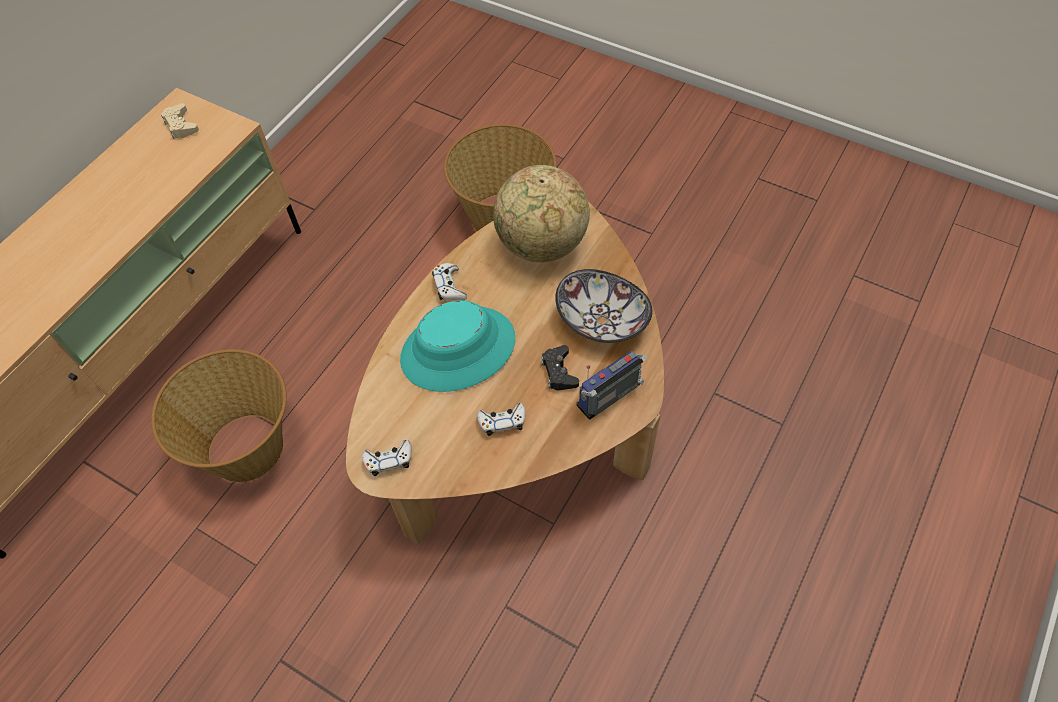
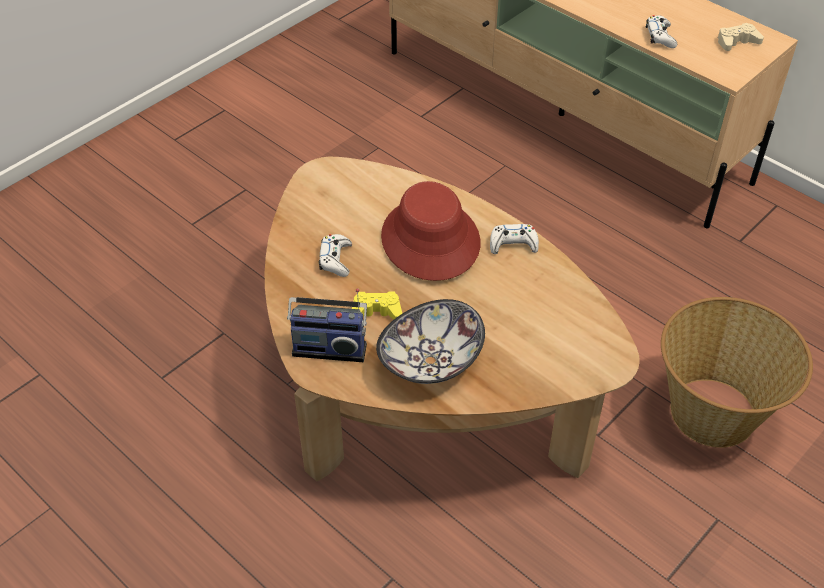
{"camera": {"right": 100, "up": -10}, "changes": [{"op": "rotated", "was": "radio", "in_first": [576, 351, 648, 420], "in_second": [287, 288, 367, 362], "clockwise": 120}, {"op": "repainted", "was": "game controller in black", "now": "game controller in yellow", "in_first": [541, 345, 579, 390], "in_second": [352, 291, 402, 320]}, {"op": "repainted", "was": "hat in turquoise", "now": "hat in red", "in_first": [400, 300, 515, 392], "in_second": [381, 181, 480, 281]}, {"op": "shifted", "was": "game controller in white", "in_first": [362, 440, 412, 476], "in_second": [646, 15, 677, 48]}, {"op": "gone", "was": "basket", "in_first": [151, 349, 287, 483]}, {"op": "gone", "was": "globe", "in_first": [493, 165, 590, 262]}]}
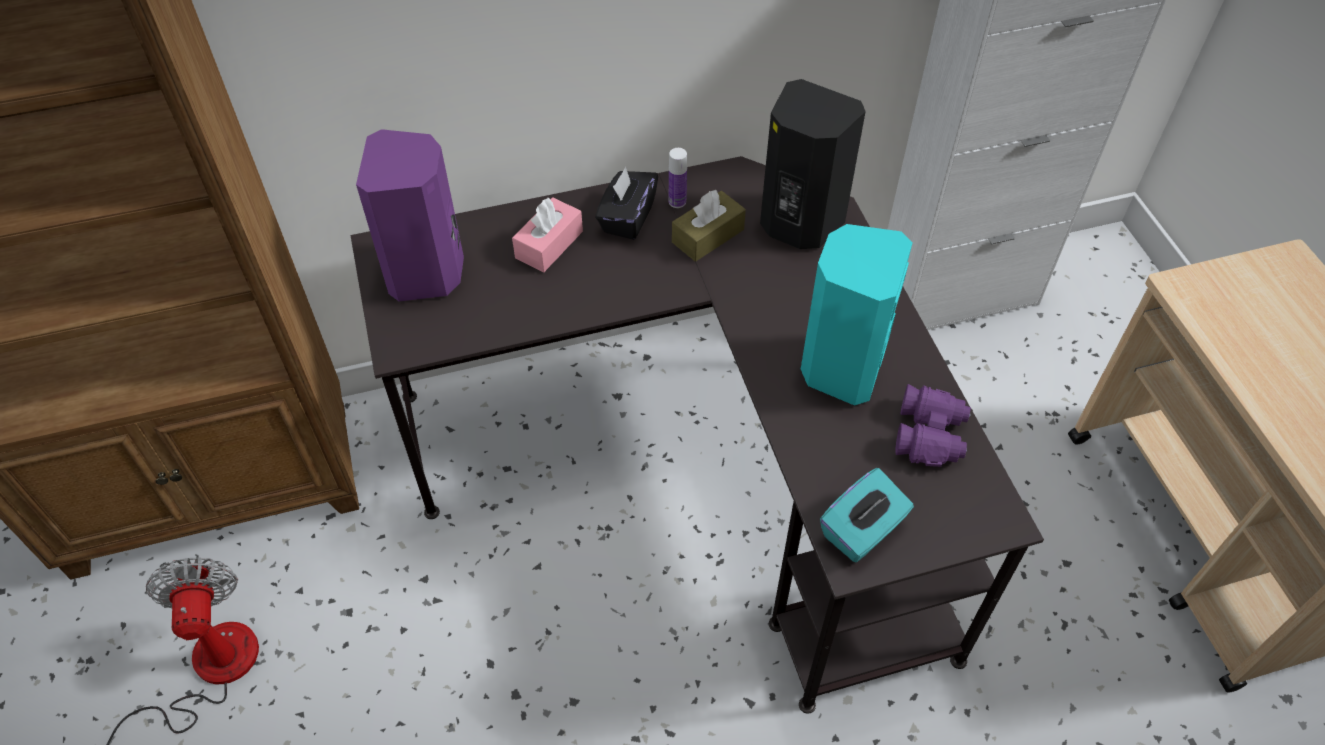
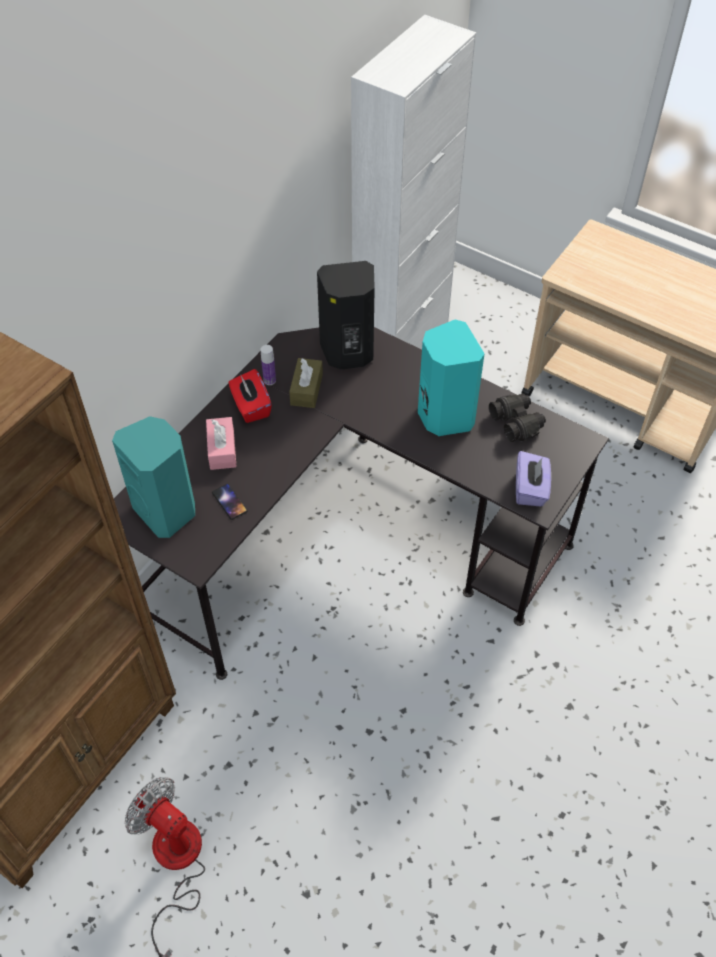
{"camera": {"right": -40, "up": 0}, "changes": [{"op": "repainted", "was": "speaker in purple", "now": "speaker in turquoise", "in_first": [356, 129, 464, 301], "in_second": [112, 416, 195, 538]}, {"op": "new", "now": "phone", "in_second": [212, 484, 248, 520]}, {"op": "repainted", "was": "tissue box in black", "now": "tissue box in red", "in_first": [595, 167, 658, 240], "in_second": [229, 369, 272, 423]}, {"op": "repainted", "was": "binoculars in purple", "now": "binoculars in black", "in_first": [895, 384, 971, 467], "in_second": [489, 393, 546, 442]}, {"op": "repainted", "was": "tissue box in turquoise", "now": "tissue box in purple", "in_first": [820, 468, 914, 563], "in_second": [516, 451, 551, 507]}]}
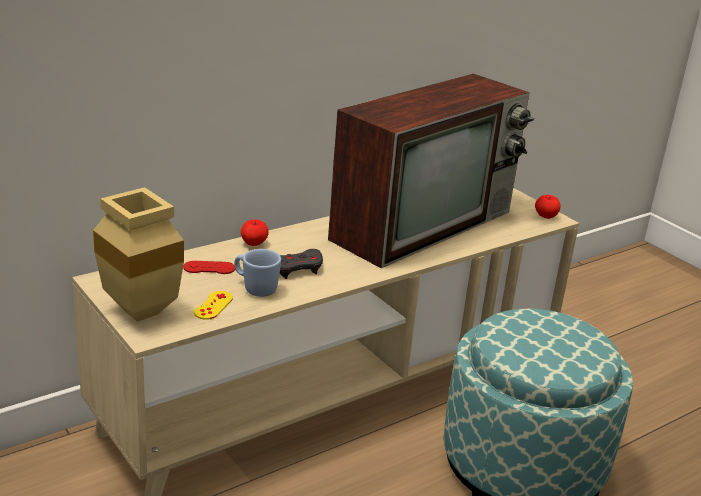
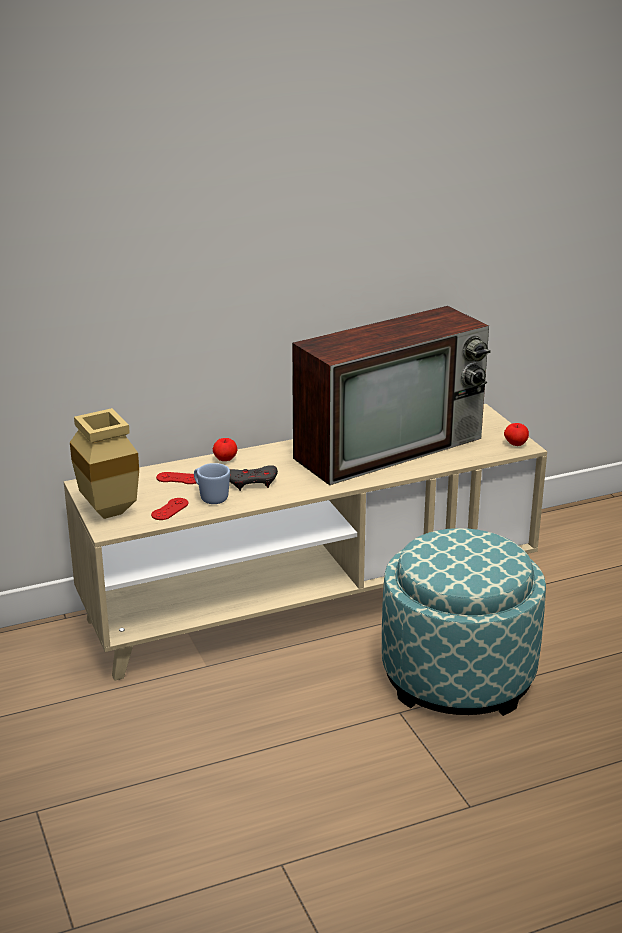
{"camera": {"right": 15, "up": 0}, "changes": [{"op": "repainted", "was": "game controller in yellow", "now": "game controller in red", "in_first": [194, 291, 233, 320], "in_second": [151, 498, 189, 520]}]}
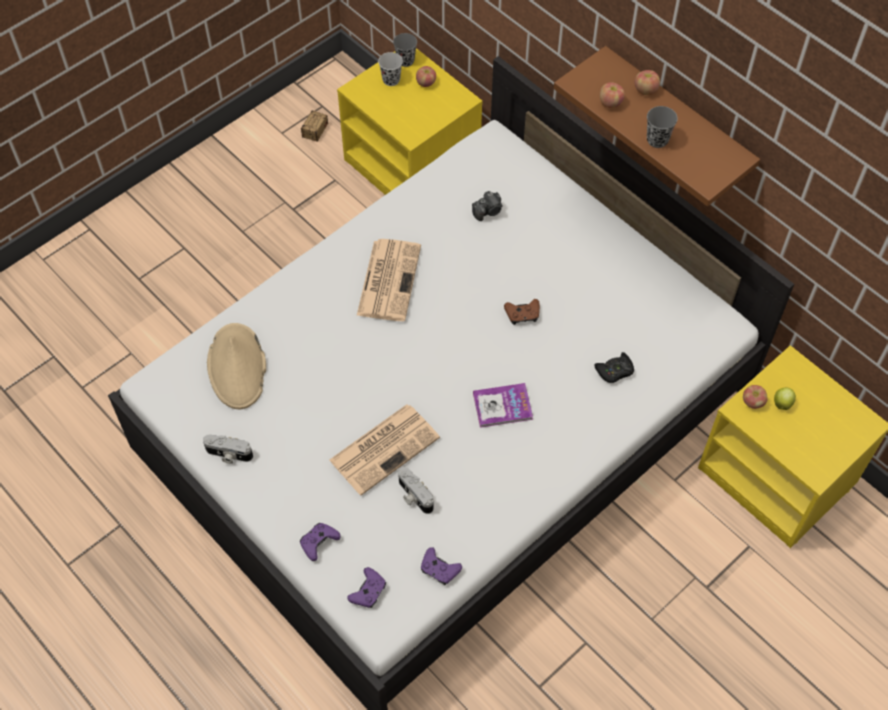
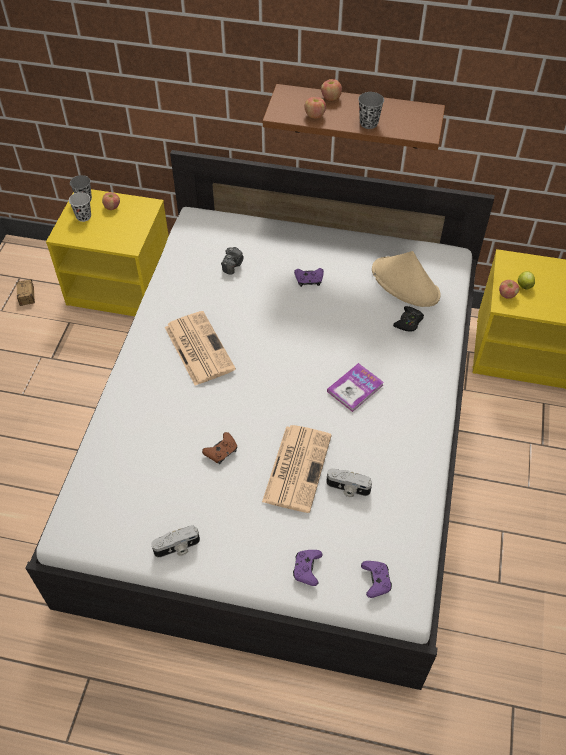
{"camera": {"right": -35, "up": -5}, "changes": [{"op": "shifted", "was": "game controller in brown", "in_first": [504, 299, 540, 325], "in_second": [202, 432, 238, 464]}, {"op": "shifted", "was": "game controller in purple", "in_first": [421, 547, 462, 585], "in_second": [294, 268, 324, 287]}, {"op": "shifted", "was": "hat in beige", "in_first": [207, 323, 266, 409], "in_second": [372, 251, 440, 307]}]}
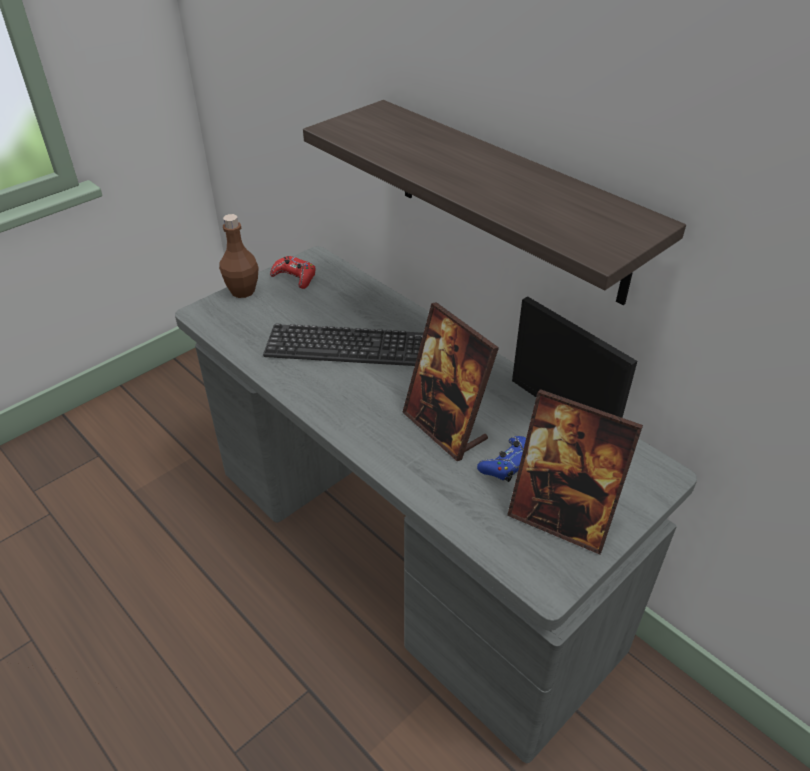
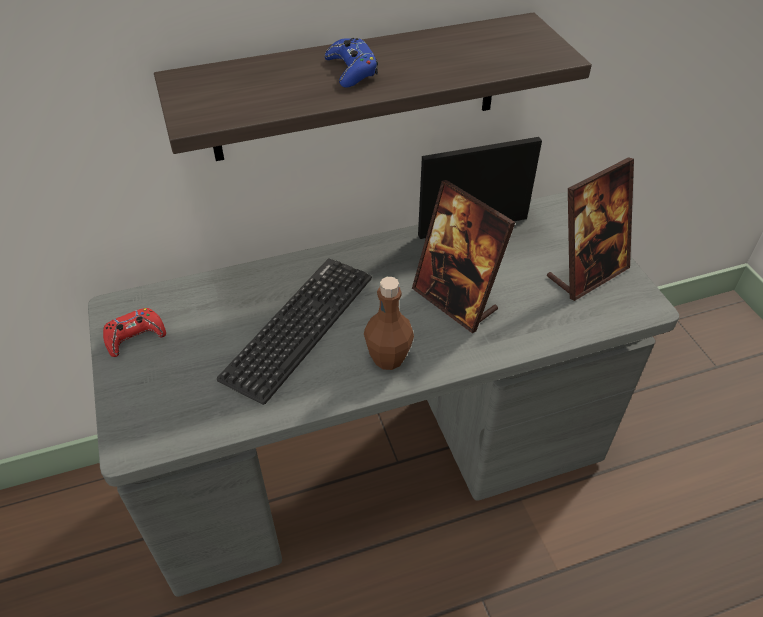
{"camera": {"right": -65, "up": 5}, "changes": [{"op": "shifted", "was": "game controller in blue", "in_first": [477, 436, 526, 482], "in_second": [325, 38, 378, 88]}, {"op": "shifted", "was": "bottle in brown", "in_first": [219, 214, 259, 298], "in_second": [364, 277, 414, 370]}, {"op": "rotated", "was": "picture frame", "in_first": [402, 302, 499, 461], "in_second": [412, 180, 515, 333], "clockwise": 60}]}
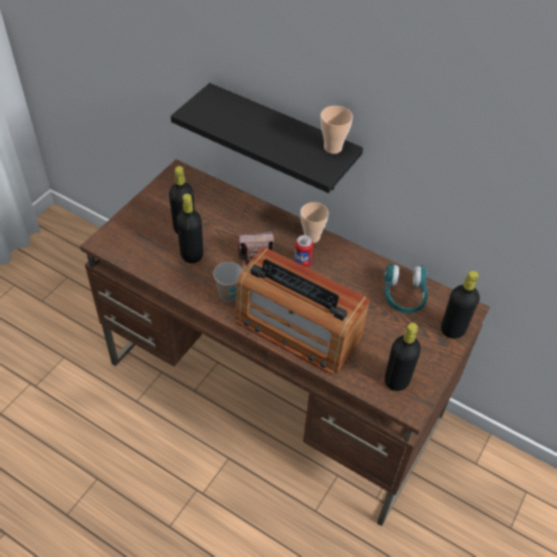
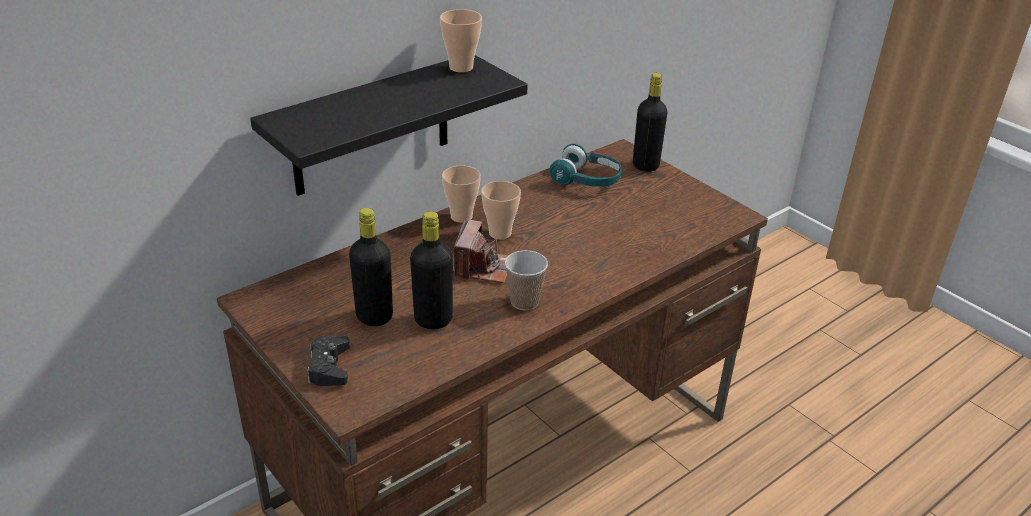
{"camera": {"right": -70, "up": -15}, "changes": [{"op": "new", "now": "game controller in black", "in_second": [307, 336, 350, 386]}, {"op": "swapped", "was": "can", "now": "cup", "in_first": [294, 235, 313, 267], "in_second": [481, 181, 521, 240]}, {"op": "gone", "was": "radio", "in_first": [236, 247, 370, 375]}, {"op": "gone", "was": "bottle in black", "in_first": [385, 323, 421, 391]}]}
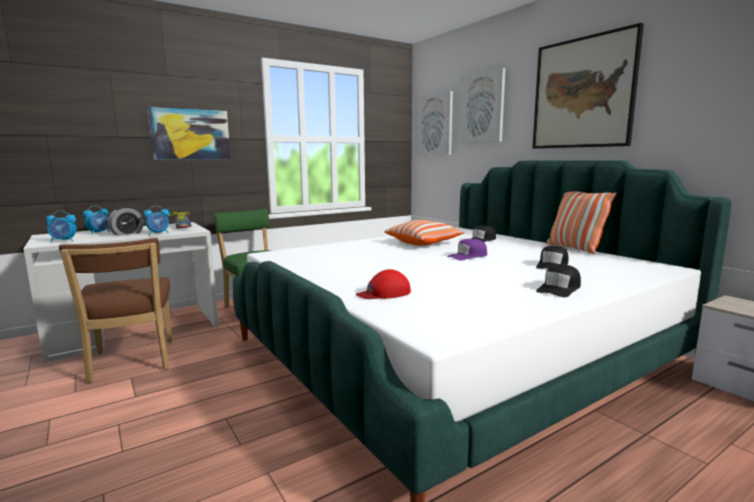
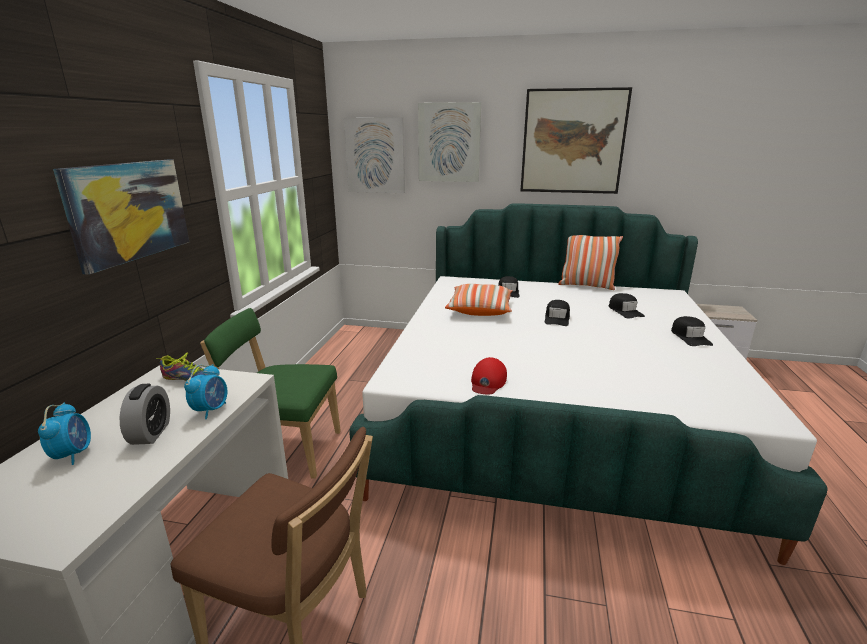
{"camera": {"right": -45, "up": 10}, "changes": [{"op": "shifted", "was": "cap in red", "in_first": [356, 269, 411, 299], "in_second": [471, 357, 507, 395]}, {"op": "repainted", "was": "cap in purple", "now": "cap in black", "in_first": [447, 239, 487, 261], "in_second": [545, 300, 570, 326]}, {"op": "gone", "was": "alarm clock", "in_first": [46, 210, 77, 242]}]}
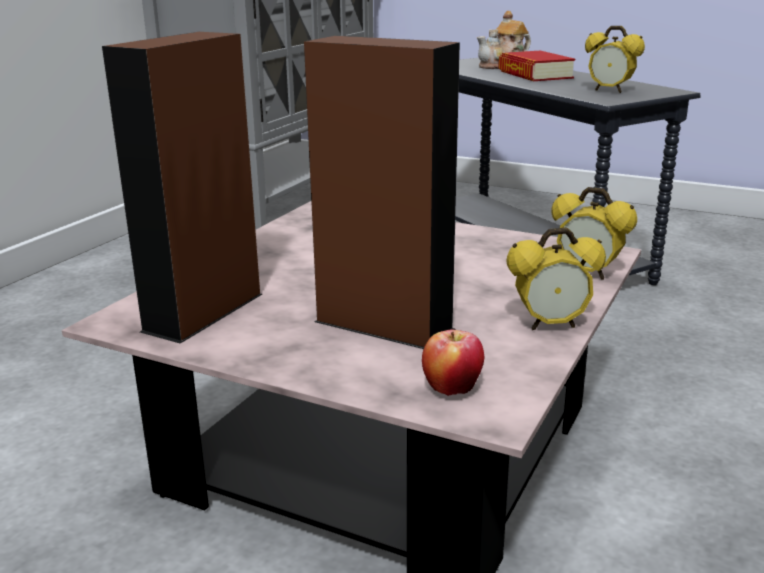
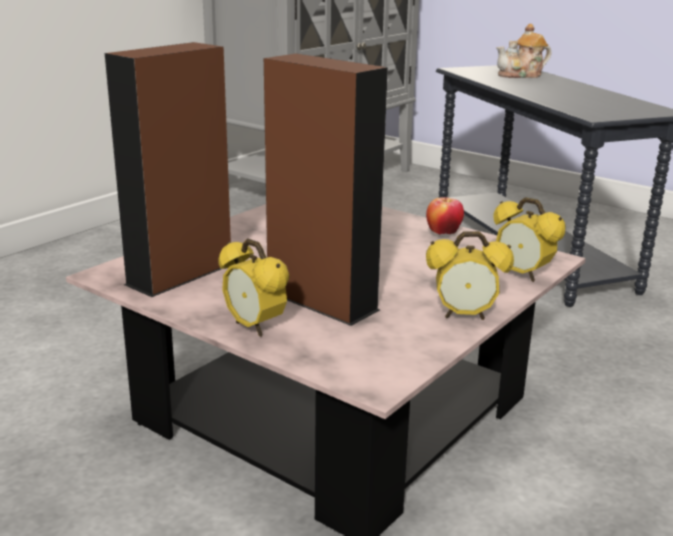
{"camera": {"right": 10, "up": 0}, "changes": [{"op": "shifted", "was": "alarm clock", "in_first": [585, 26, 645, 93], "in_second": [218, 239, 289, 337]}, {"op": "shifted", "was": "apple", "in_first": [422, 330, 484, 396], "in_second": [426, 197, 464, 235]}, {"op": "gone", "was": "book", "in_first": [498, 51, 575, 81]}]}
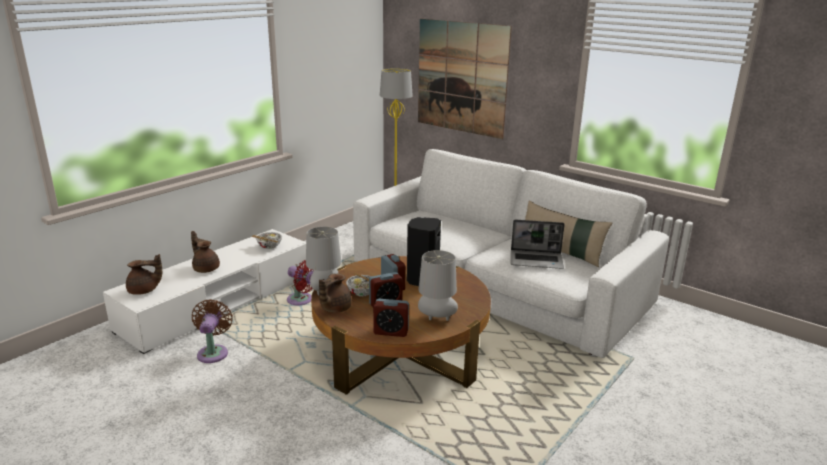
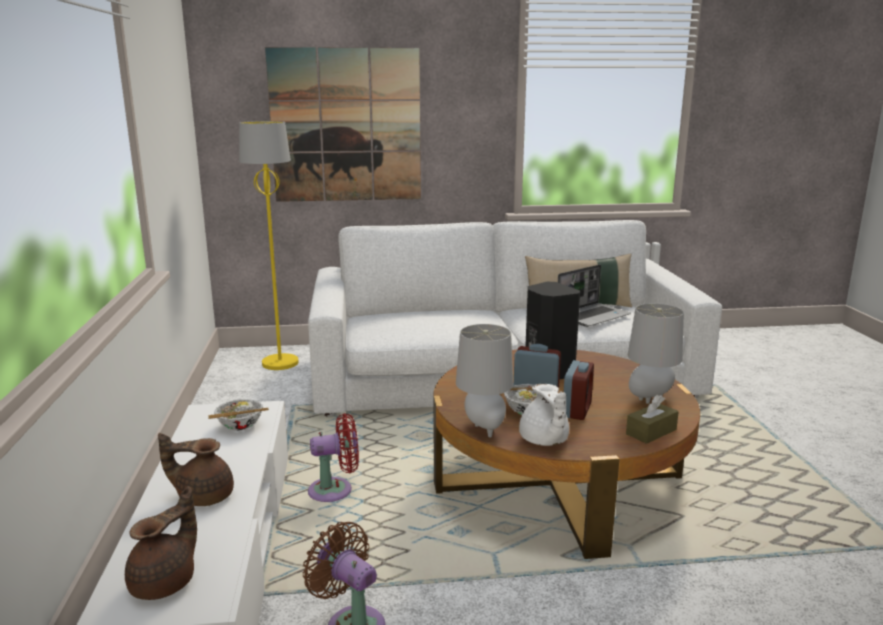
{"camera": {"right": -45, "up": -5}, "changes": [{"op": "repainted", "was": "teapot in brown", "now": "teapot in white", "in_first": [319, 273, 351, 313], "in_second": [519, 384, 569, 446]}, {"op": "swapped", "was": "alarm clock", "now": "tissue box in brown", "in_first": [373, 299, 409, 337], "in_second": [626, 395, 679, 444]}]}
